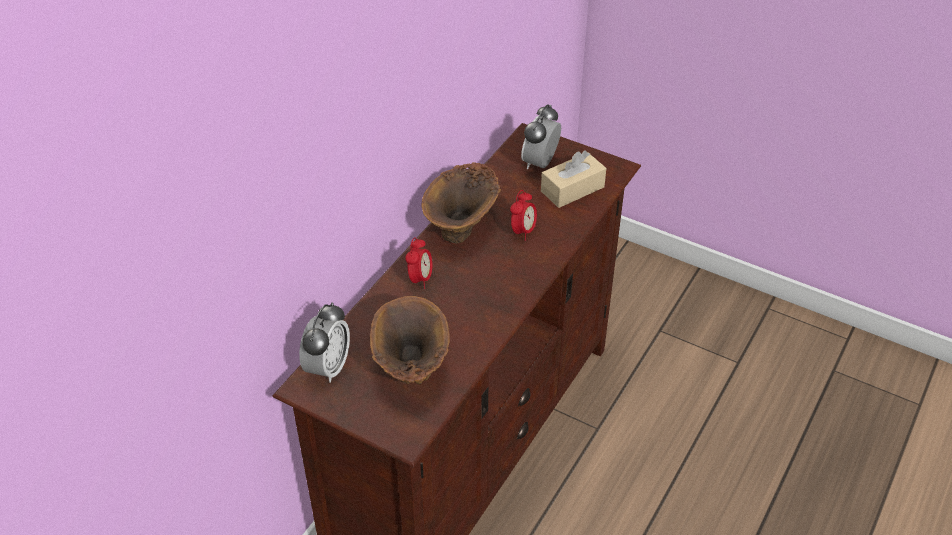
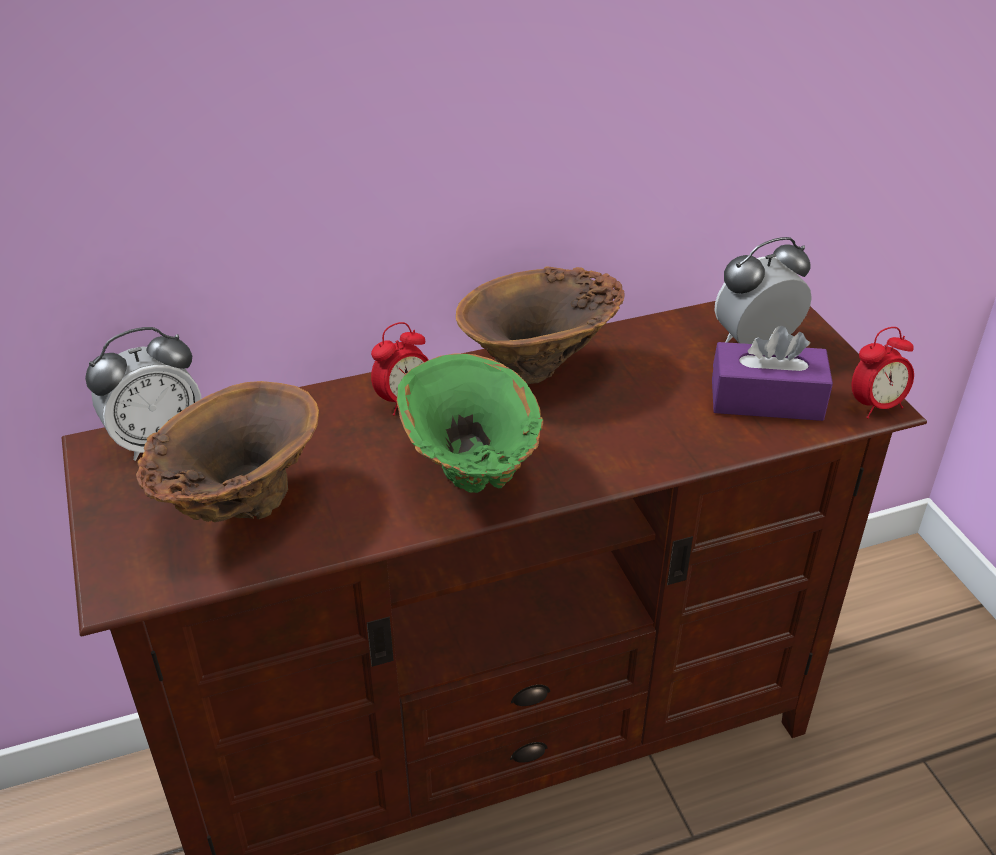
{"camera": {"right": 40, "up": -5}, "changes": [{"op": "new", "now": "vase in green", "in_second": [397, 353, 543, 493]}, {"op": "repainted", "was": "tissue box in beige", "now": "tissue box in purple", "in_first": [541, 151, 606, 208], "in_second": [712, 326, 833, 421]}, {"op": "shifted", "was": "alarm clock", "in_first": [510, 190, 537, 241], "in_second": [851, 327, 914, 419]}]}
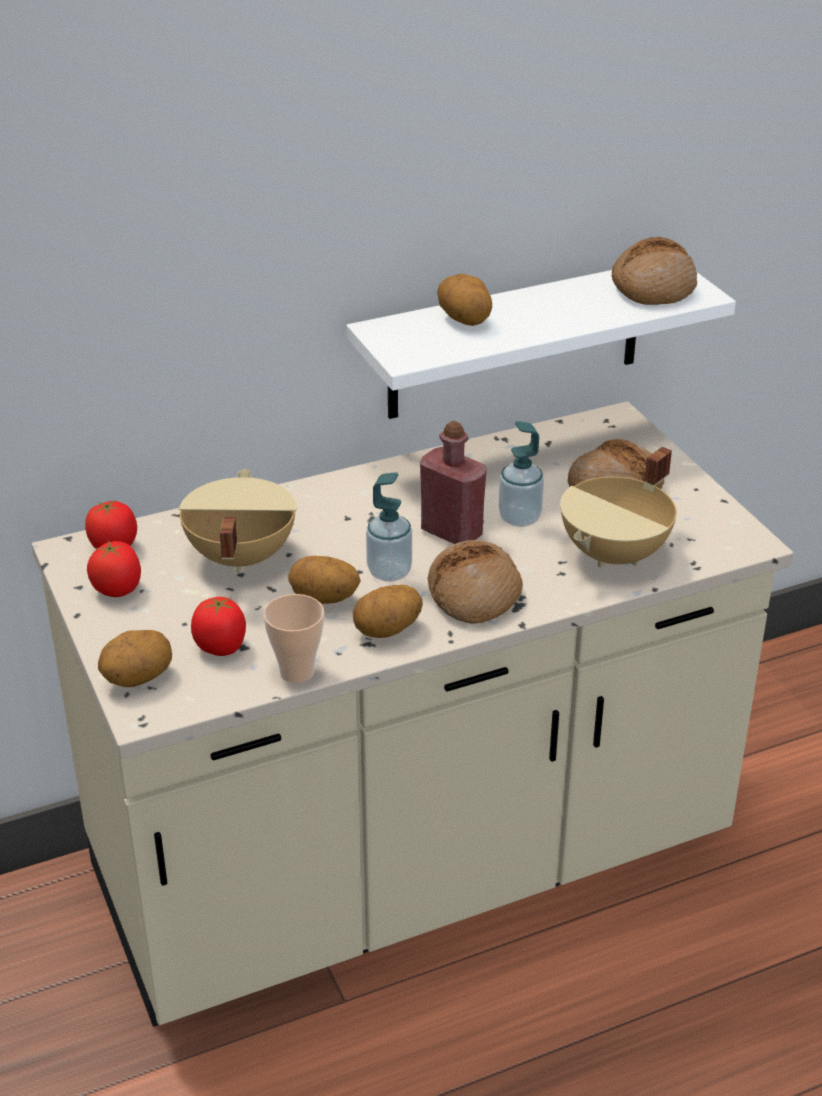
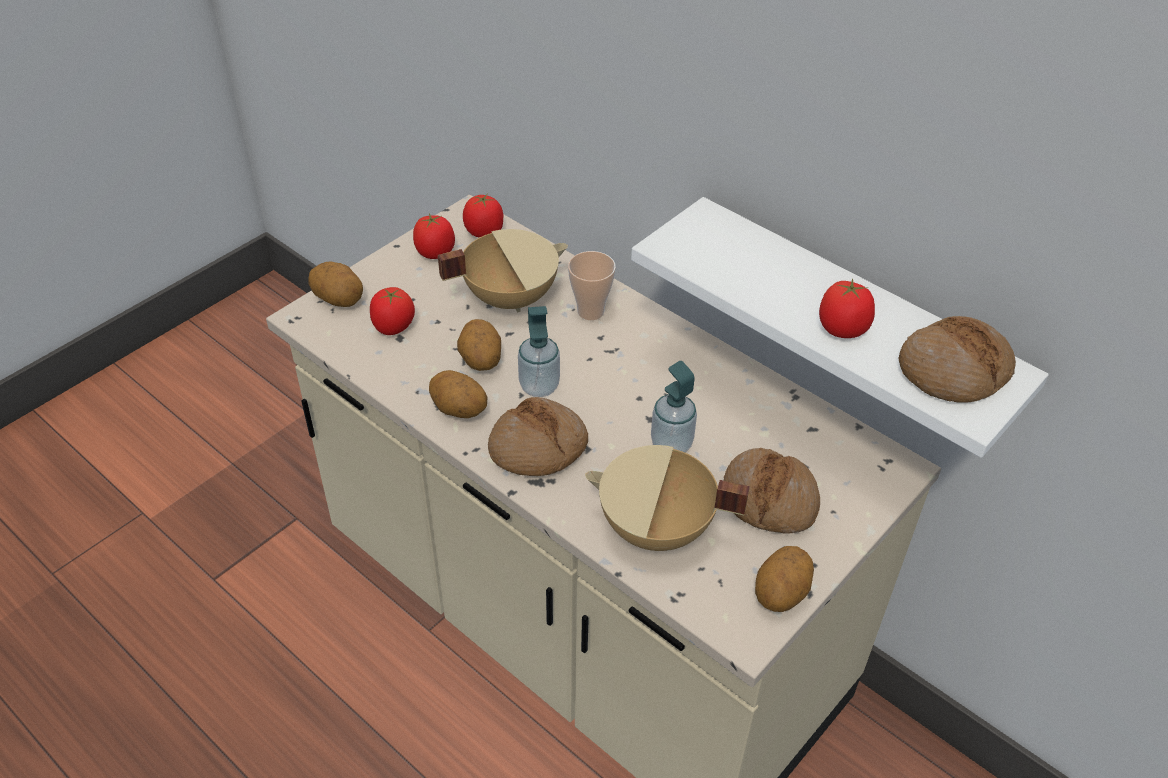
{"camera": {"right": 65, "up": 10}, "changes": [{"op": "shifted", "was": "cup", "in_first": [263, 594, 324, 683], "in_second": [568, 251, 616, 320]}, {"op": "shifted", "was": "potato", "in_first": [437, 274, 492, 326], "in_second": [755, 546, 814, 612]}, {"op": "new", "now": "tomato", "in_second": [819, 279, 875, 338]}, {"op": "gone", "was": "bottle in red", "in_first": [420, 421, 487, 544]}]}
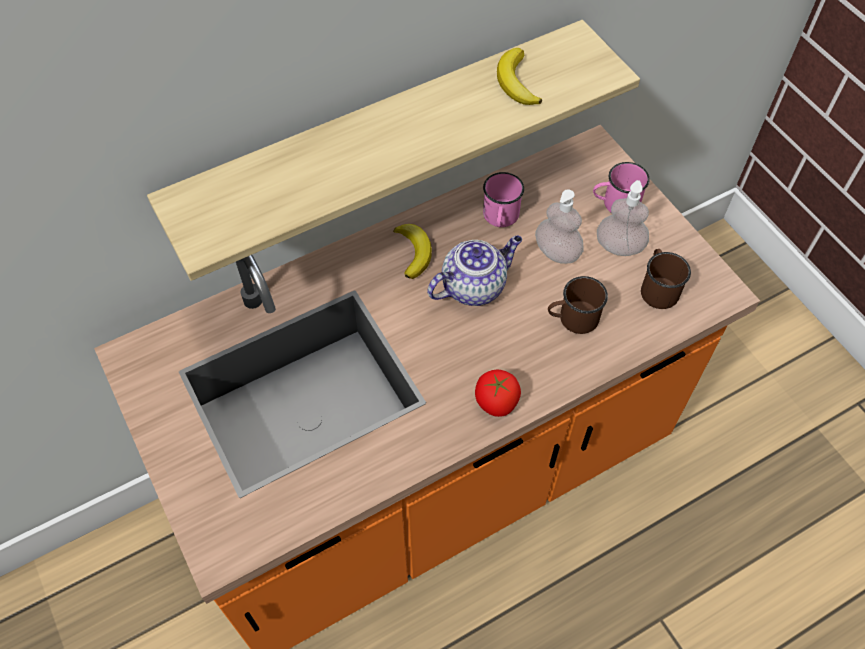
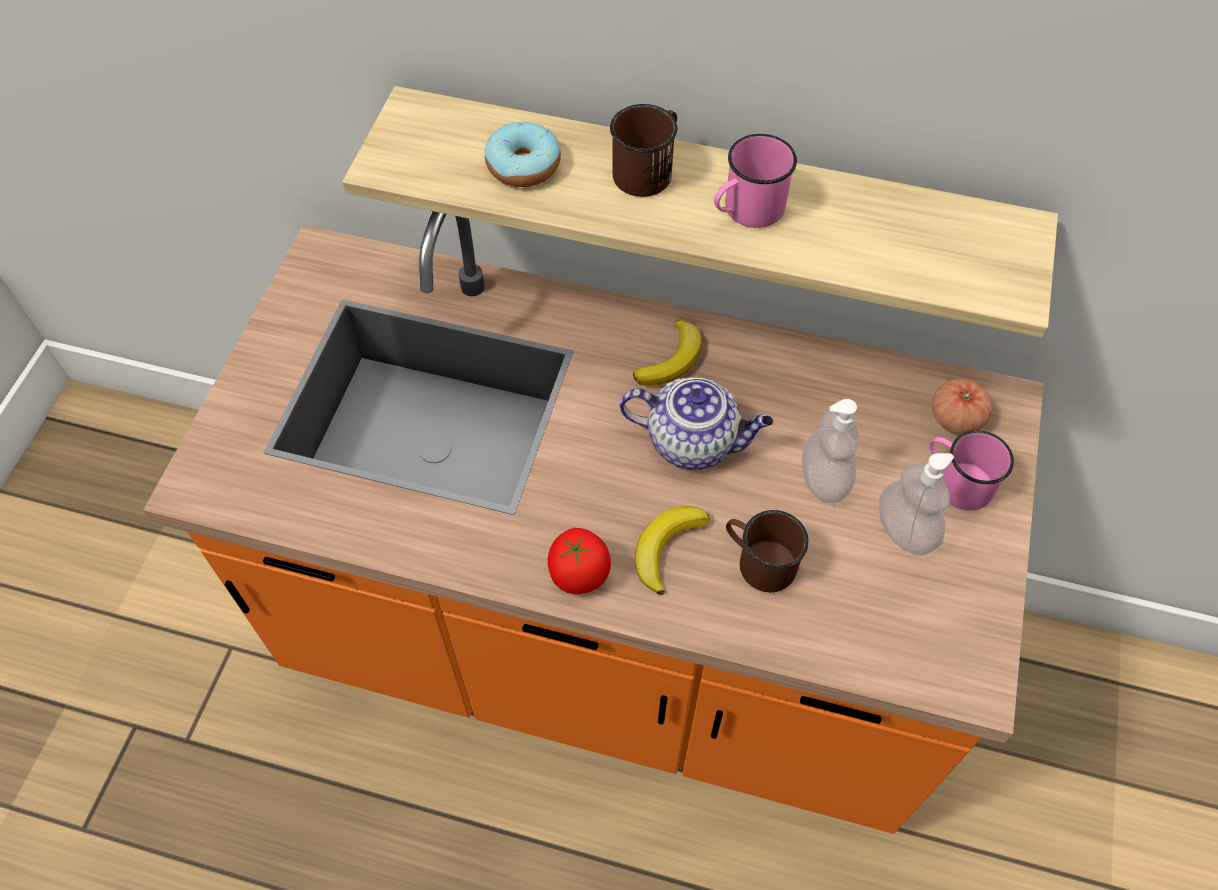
{"camera": {"right": 45, "up": 0}, "changes": [{"op": "new", "now": "donut", "in_second": [484, 122, 561, 187]}, {"op": "shifted", "was": "mug in brown", "in_first": [641, 249, 691, 309], "in_second": [610, 104, 677, 197]}, {"op": "shifted", "was": "banana", "in_first": [497, 48, 542, 105], "in_second": [635, 506, 710, 595]}, {"op": "shifted", "was": "mug in pink", "in_first": [483, 172, 524, 227], "in_second": [714, 134, 797, 228]}, {"op": "new", "now": "tomato", "in_second": [932, 379, 993, 434]}]}
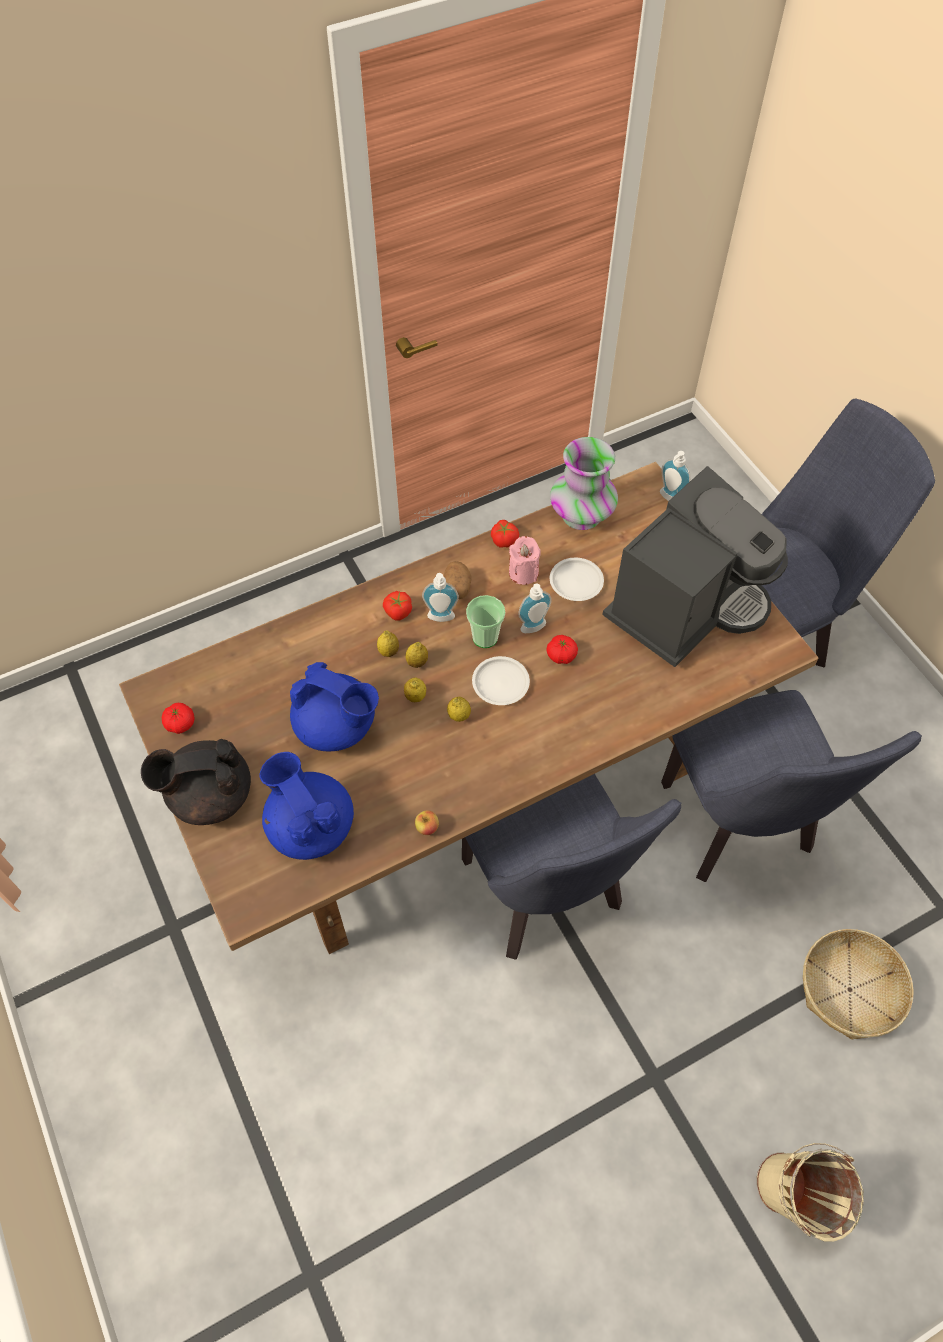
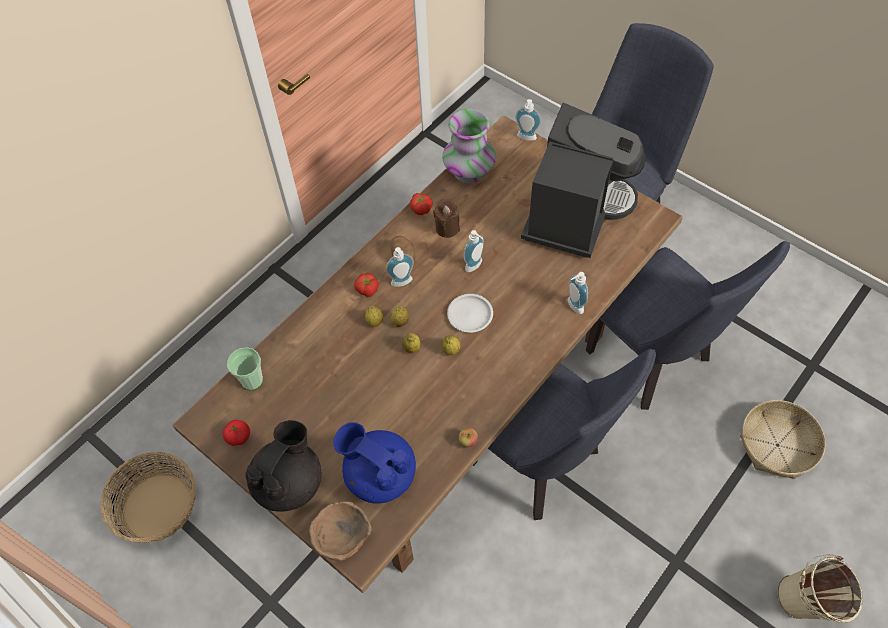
{"camera": {"right": -20, "up": 0}, "changes": [{"op": "new", "now": "basket", "in_second": [100, 452, 196, 543]}, {"op": "shifted", "was": "cup", "in_first": [466, 595, 505, 648], "in_second": [227, 347, 263, 390]}, {"op": "rotated", "was": "teapot in black", "in_first": [141, 739, 251, 825], "in_second": [245, 420, 321, 512], "clockwise": 150}, {"op": "new", "now": "bowl in brown", "in_second": [309, 501, 372, 561]}, {"op": "repainted", "was": "candle in pink", "now": "candle in brown", "in_first": [509, 536, 541, 585], "in_second": [433, 199, 460, 238]}, {"op": "new", "now": "soap dispenser", "in_second": [568, 272, 588, 314]}, {"op": "gone", "was": "teapot in blue", "in_first": [290, 662, 379, 751]}, {"op": "gone", "was": "tomato", "in_first": [546, 635, 578, 664]}, {"op": "gone", "was": "plate in white", "in_first": [550, 558, 604, 601]}]}
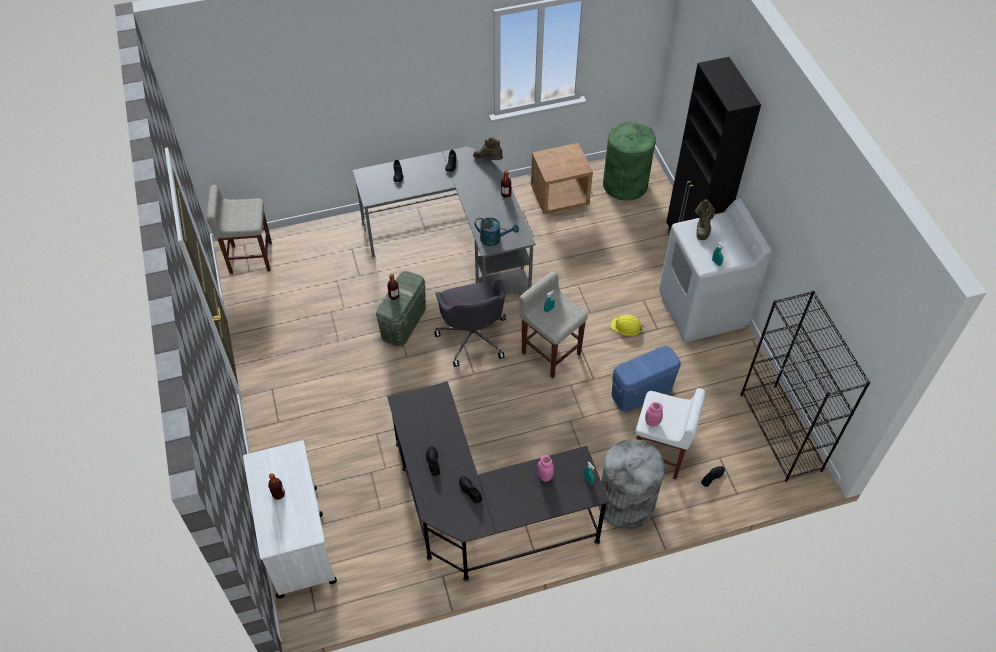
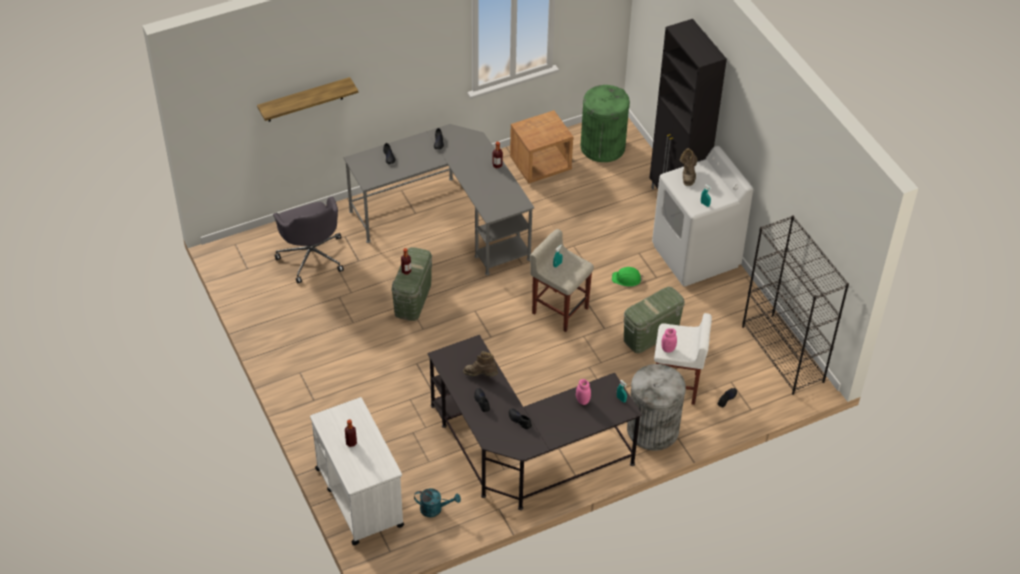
{"camera": {"right": -10, "up": -5}, "changes": [{"op": "new", "now": "shelf", "in_second": [257, 77, 358, 122]}, {"op": "shifted", "was": "office chair in grey", "in_first": [434, 279, 506, 367], "in_second": [273, 196, 344, 284]}, {"op": "shifted", "was": "watering can in turquoise", "in_first": [475, 217, 519, 246], "in_second": [414, 488, 461, 517]}, {"op": "shifted", "was": "boot in brown", "in_first": [473, 137, 503, 160], "in_second": [463, 351, 498, 376]}, {"op": "repainted", "was": "hard hat in yellow", "now": "hard hat in green", "in_first": [611, 315, 643, 336], "in_second": [612, 267, 643, 287]}, {"op": "repainted", "was": "storage box in blue", "now": "storage box in green", "in_first": [612, 346, 681, 412], "in_second": [623, 287, 685, 353]}, {"op": "gone", "was": "stool in beige", "in_first": [207, 185, 272, 274]}]}
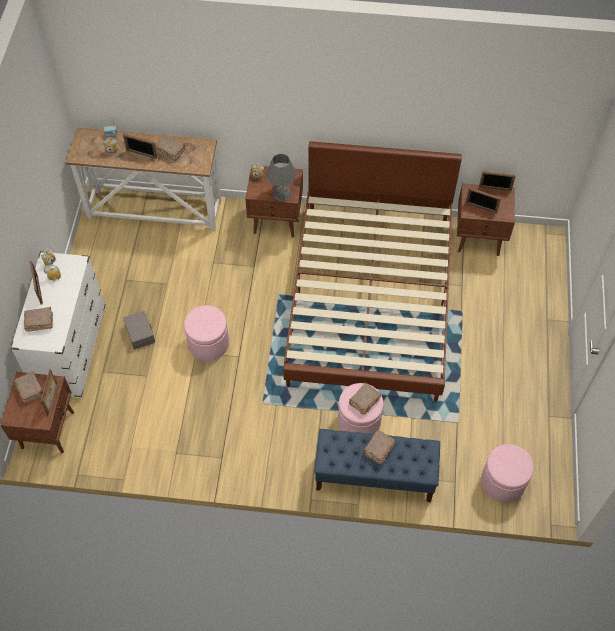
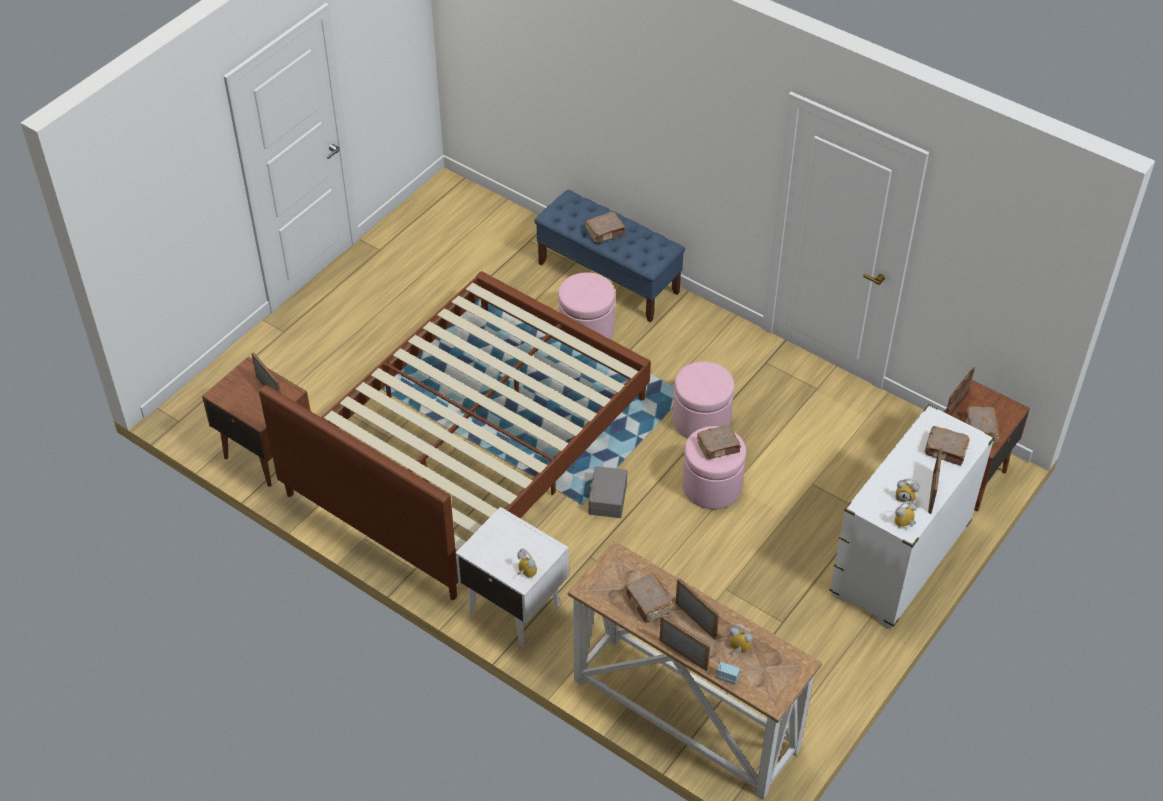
{"camera": {"right": -150, "up": -10}, "changes": [{"op": "repainted", "was": "nightstand in brown", "now": "nightstand in white", "in_first": [245, 165, 303, 237], "in_second": [456, 507, 569, 646]}, {"op": "shifted", "was": "storage box in grey", "in_first": [123, 311, 155, 349], "in_second": [589, 466, 627, 518]}, {"op": "shifted", "was": "picture frame", "in_first": [479, 171, 516, 191], "in_second": [659, 615, 710, 671]}, {"op": "shifted", "was": "ottoman in pink", "in_first": [481, 444, 534, 503], "in_second": [673, 361, 734, 439]}, {"op": "shifted", "was": "book in brown", "in_first": [349, 382, 381, 415], "in_second": [697, 425, 741, 459]}, {"op": "gone", "was": "table lamp in grey", "in_first": [266, 154, 296, 201]}]}
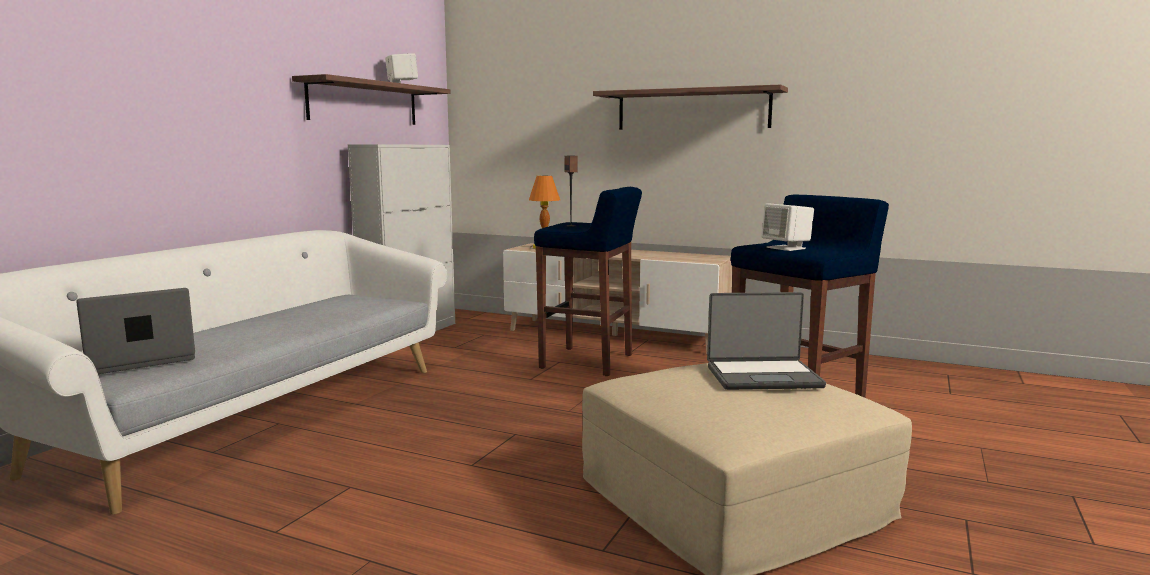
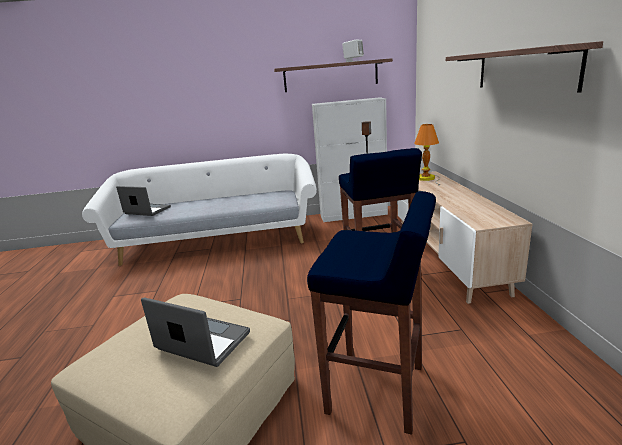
{"camera": {"right": 60, "up": 10}, "changes": [{"op": "rotated", "was": "laptop", "in_first": [707, 292, 826, 390], "in_second": [141, 297, 250, 367], "clockwise": 150}, {"op": "gone", "was": "speaker in white", "in_first": [761, 203, 814, 251]}]}
